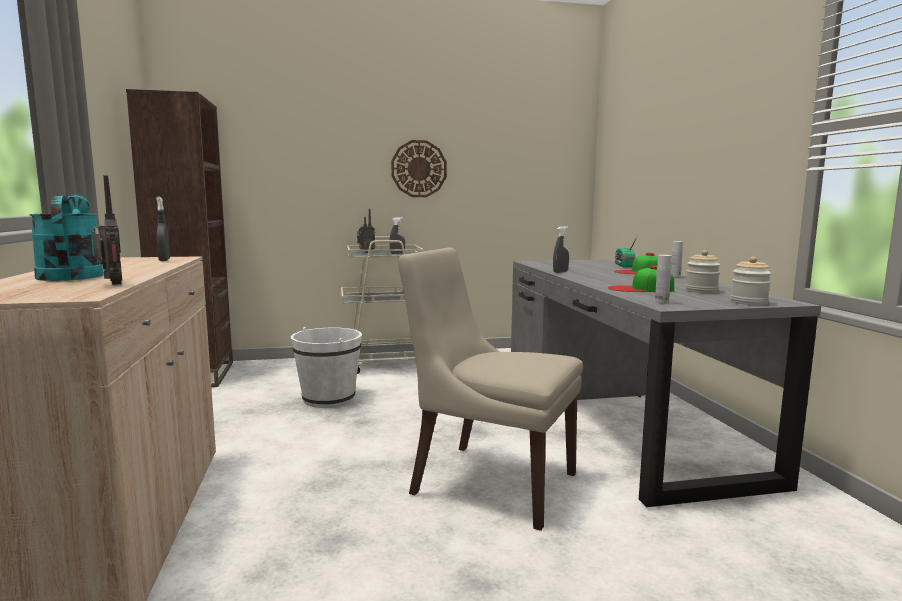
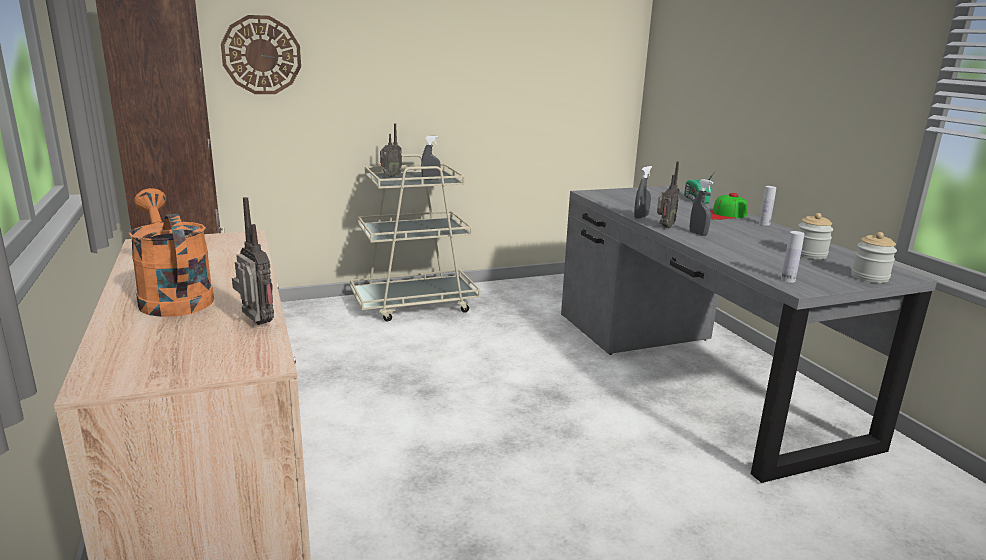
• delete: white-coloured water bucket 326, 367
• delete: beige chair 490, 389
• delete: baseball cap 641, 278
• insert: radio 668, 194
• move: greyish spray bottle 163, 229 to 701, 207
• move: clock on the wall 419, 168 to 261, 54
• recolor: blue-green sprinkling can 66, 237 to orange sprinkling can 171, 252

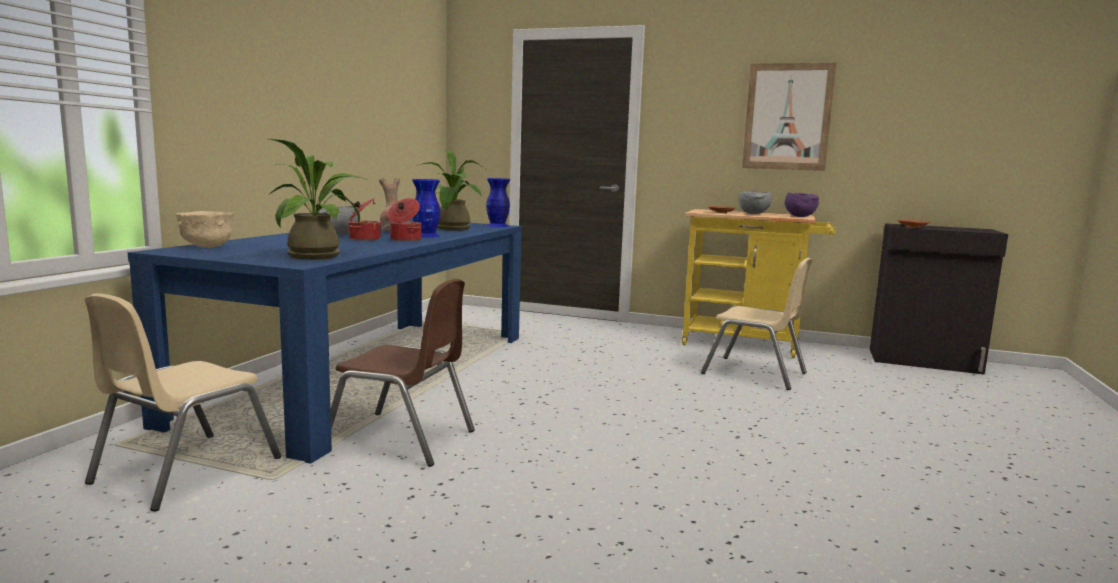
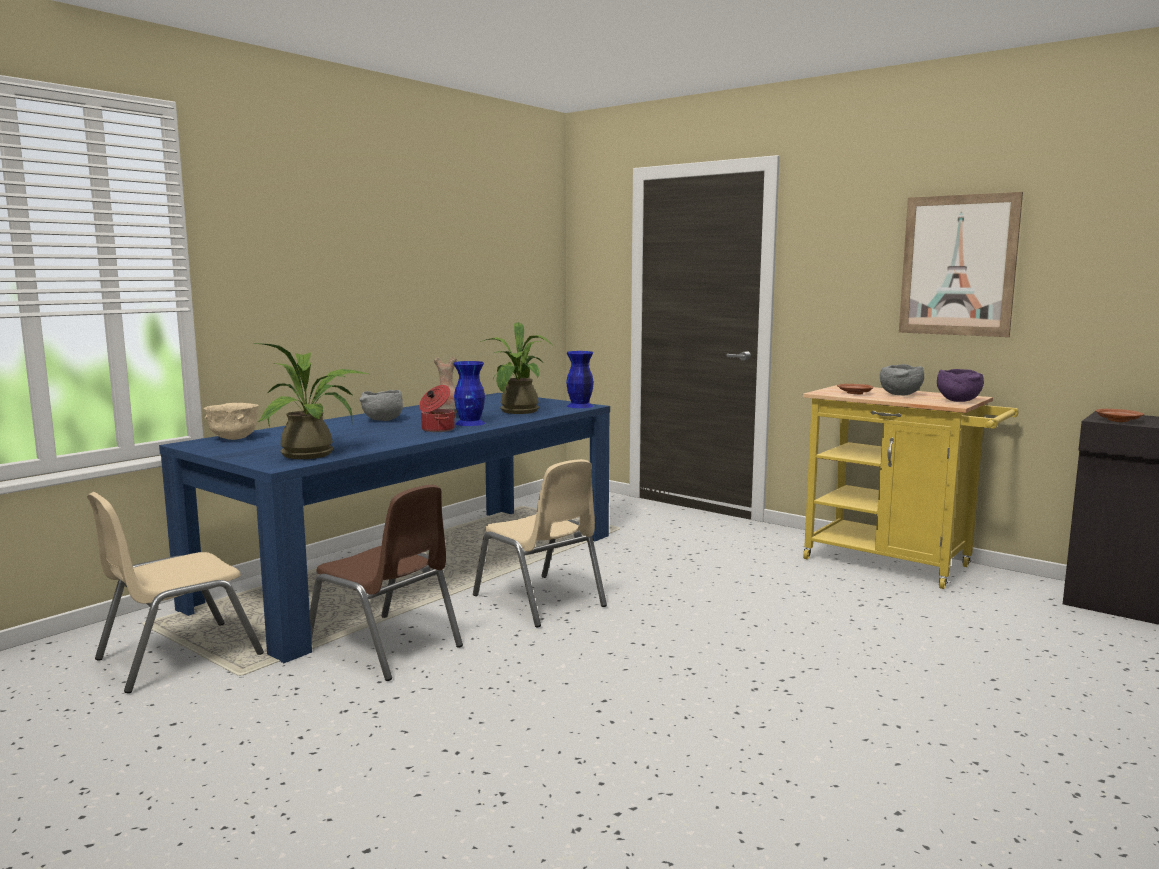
• delete: stockpot 365, 219
• move: beige chair 757, 324 to 540, 543

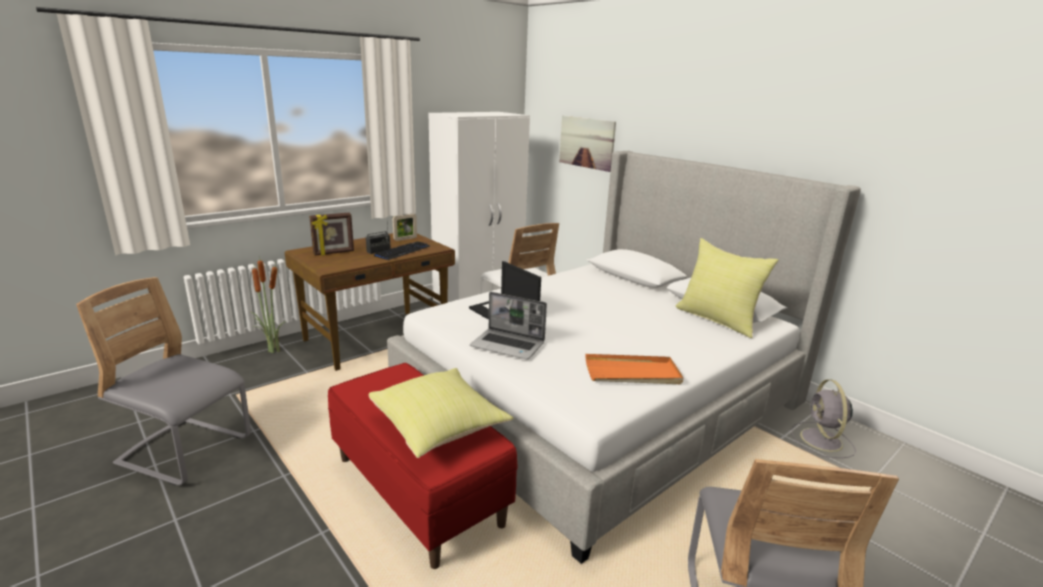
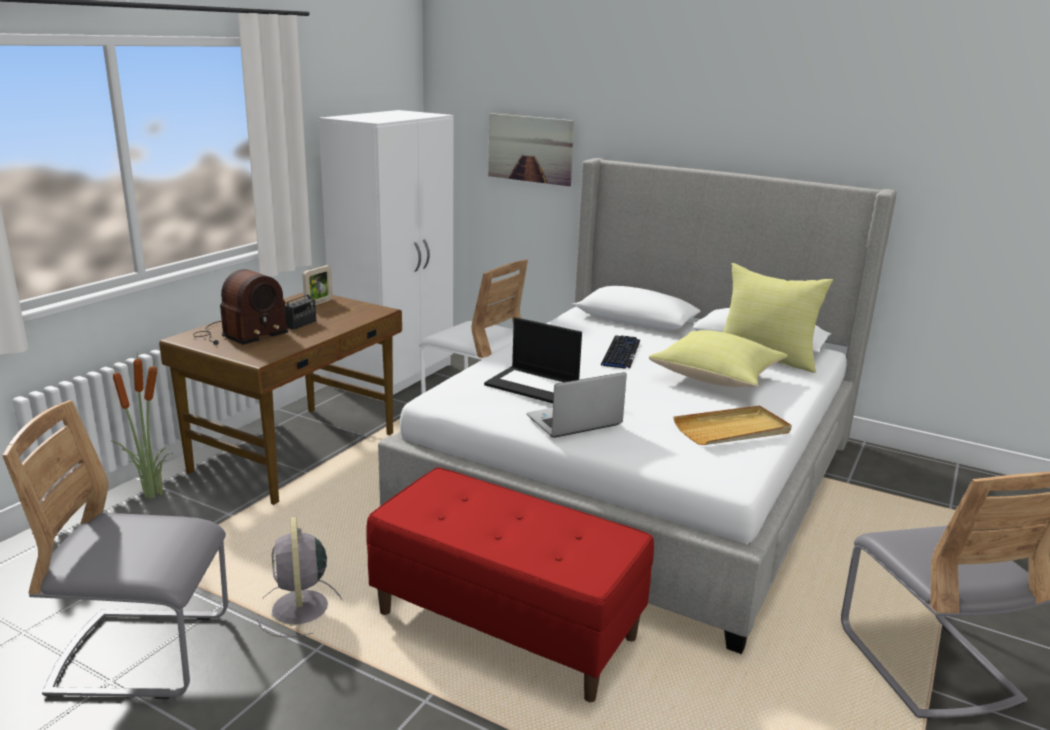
• move: yellow-coloured throw pillow 441, 413 to 718, 358
• move: keyboard 402, 251 to 620, 352
• move: greyish electric fan 824, 418 to 299, 577
• replace: standing frame 331, 233 to radio 240, 307
• recolor: orange carrying tray 634, 369 to beige carrying tray 733, 425
• rotate: laptop 508, 326 = 577, 405 150 degrees clockwise

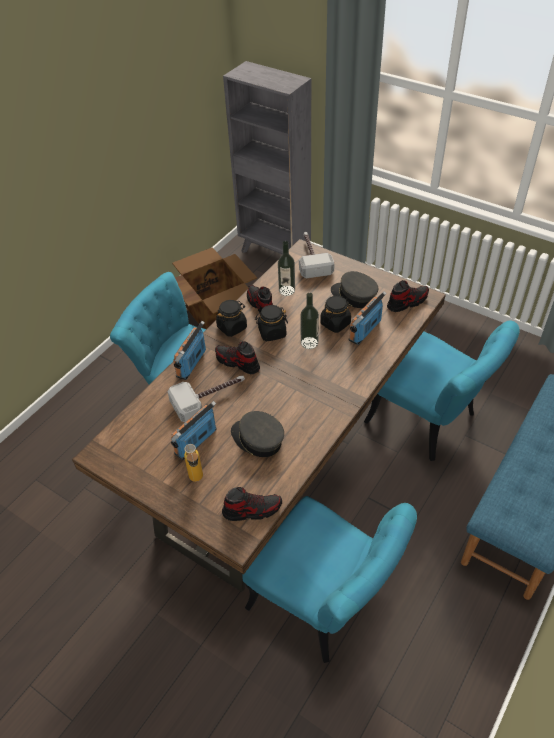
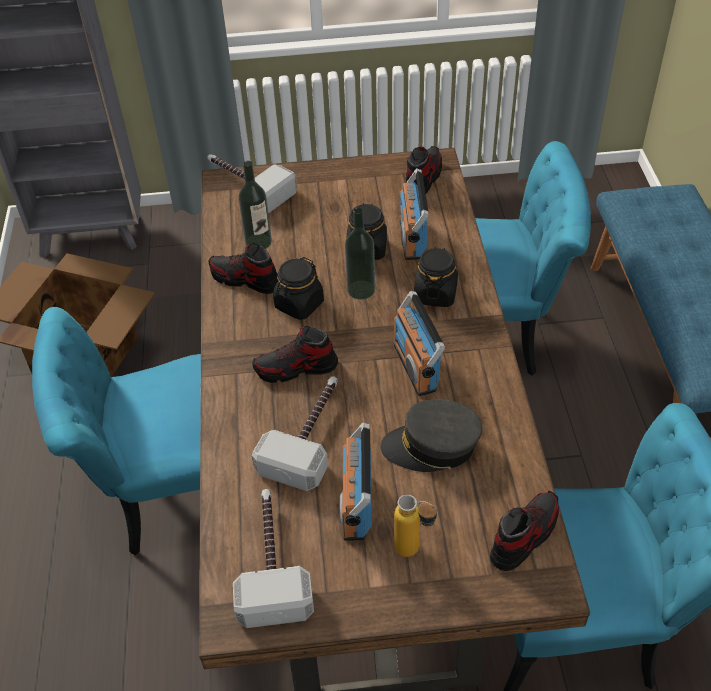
• delete: greyish baseball cap 354, 289
• insert: tool hammer 273, 558
• move: radio 189, 350 to 419, 343
• move: black-coloured preserve jar 231, 318 to 436, 277

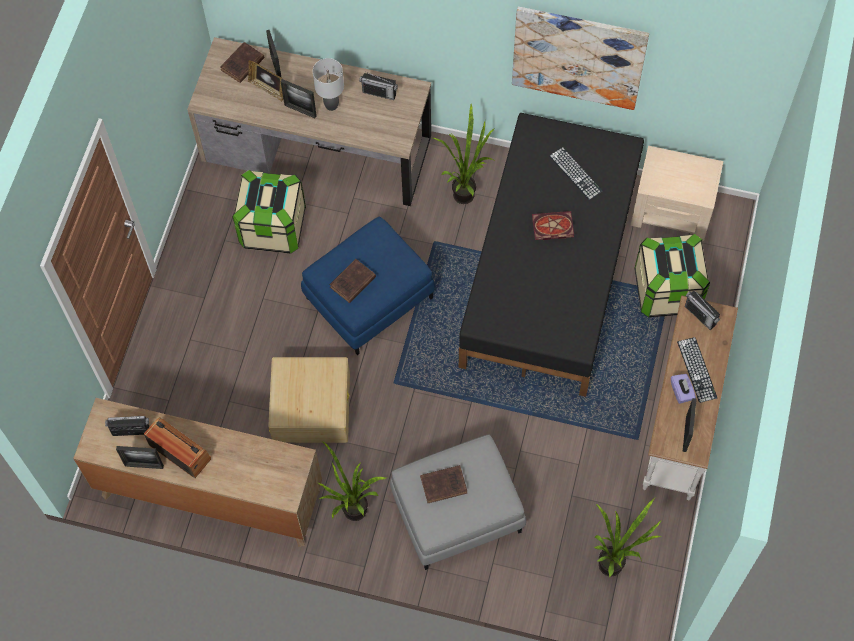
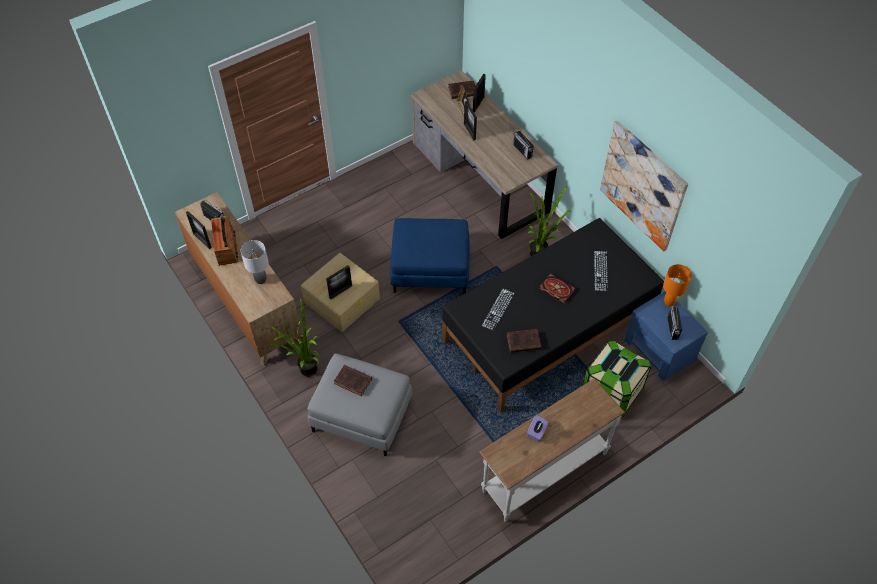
• delete: storage box 269, 212
• delete: plant in a pot 628, 538
• insert: orange lamp for a table 677, 285
• move: greyish lamp for a table 328, 84 to 255, 262
• move: brown volume 353, 281 to 524, 341
• move: keyboard 697, 370 to 498, 309
• move: standing frame 689, 425 to 339, 282
• move: radio 702, 310 to 674, 323
• recolor: beige nightstand 677, 193 to bluish nightstand 666, 336

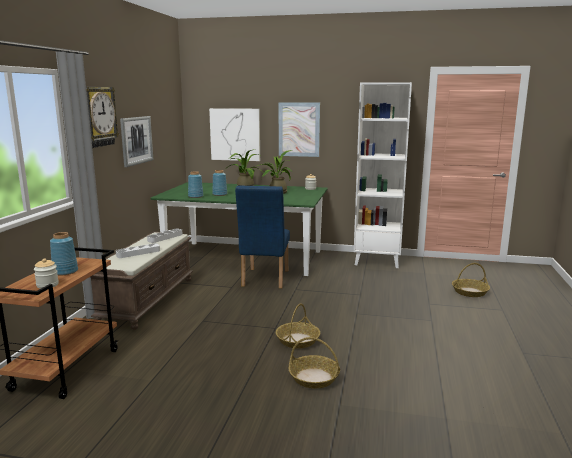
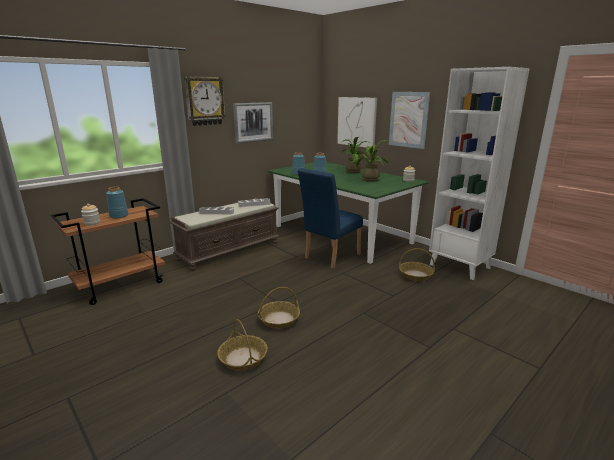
• move: storage basket 471, 280 to 417, 264

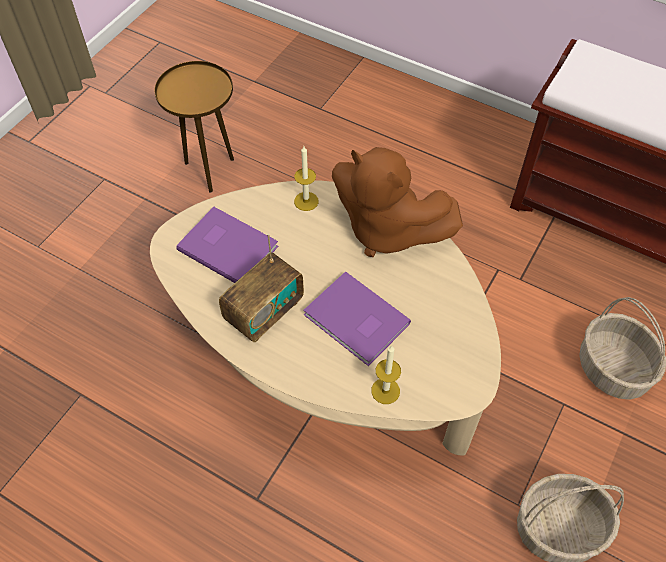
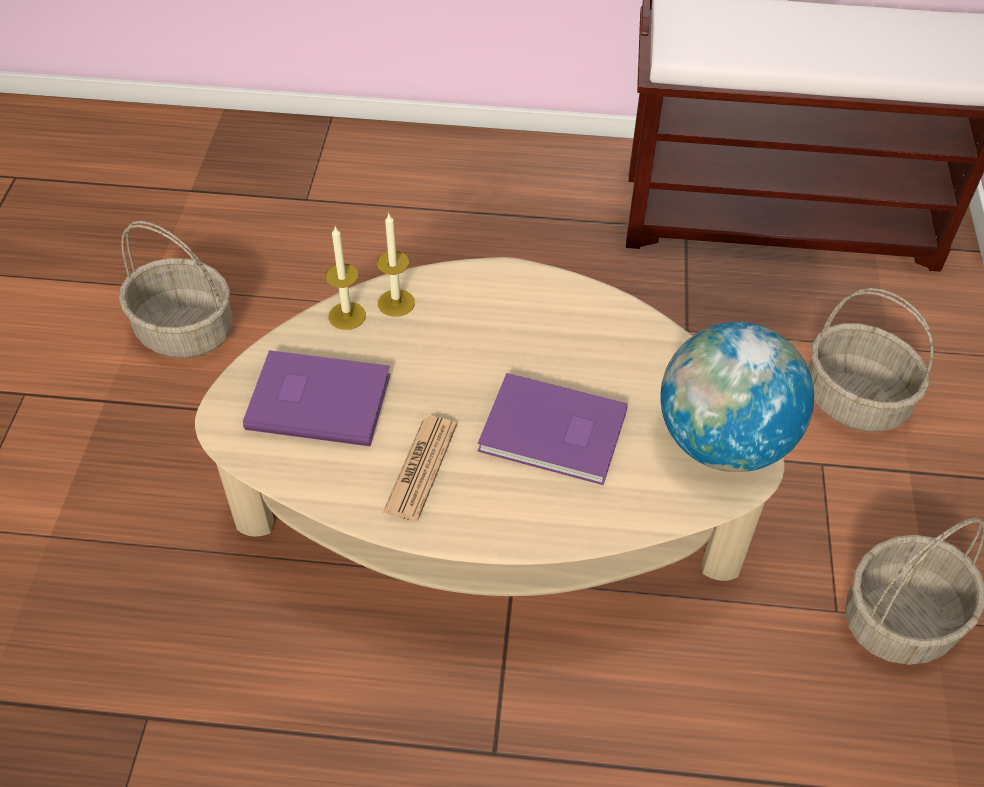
• delete: brown soft toy 397, 202
• insert: globe 737, 397
• move: candle 386, 374 to 345, 278
• replace: brown accent table 194, 127 to storage basket 176, 289
• replace: radio 261, 288 to newspaper 420, 468

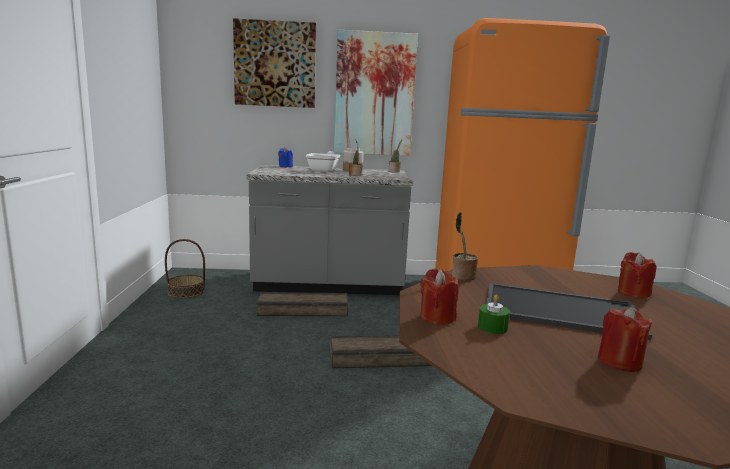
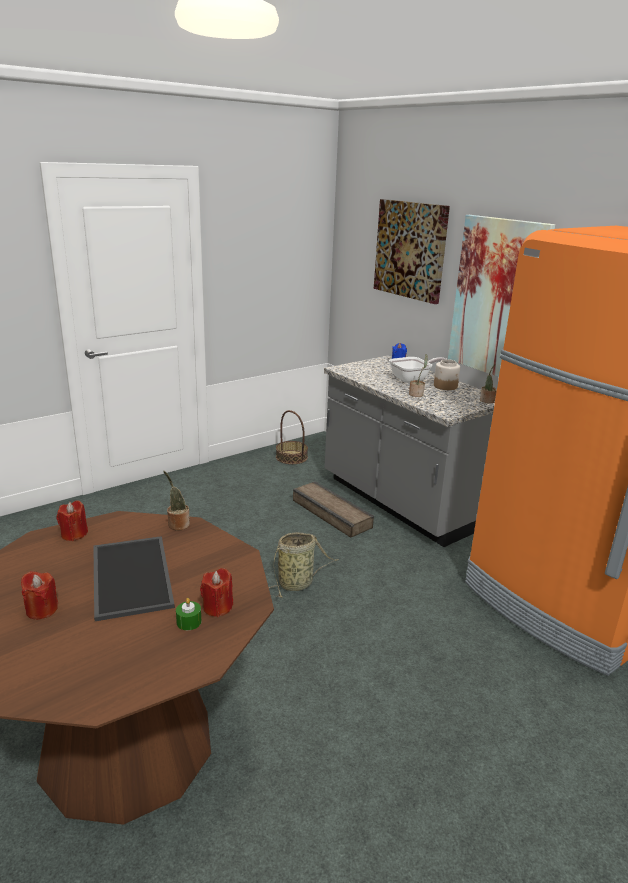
• move: green-coloured candle 494, 314 to 189, 614
• replace: packing crate 381, 351 to storage basket 303, 564

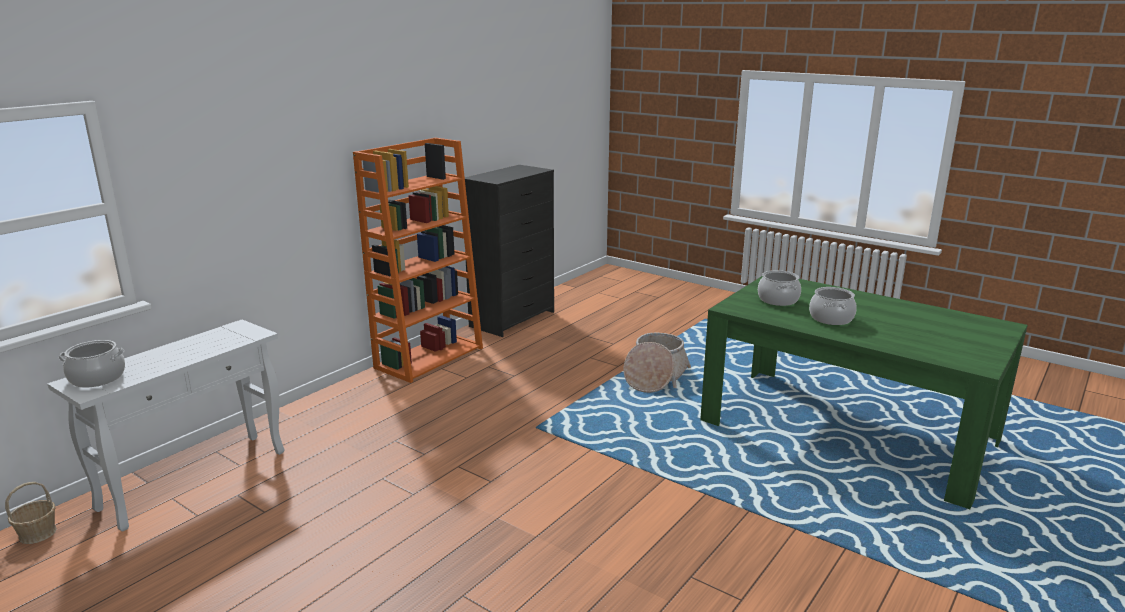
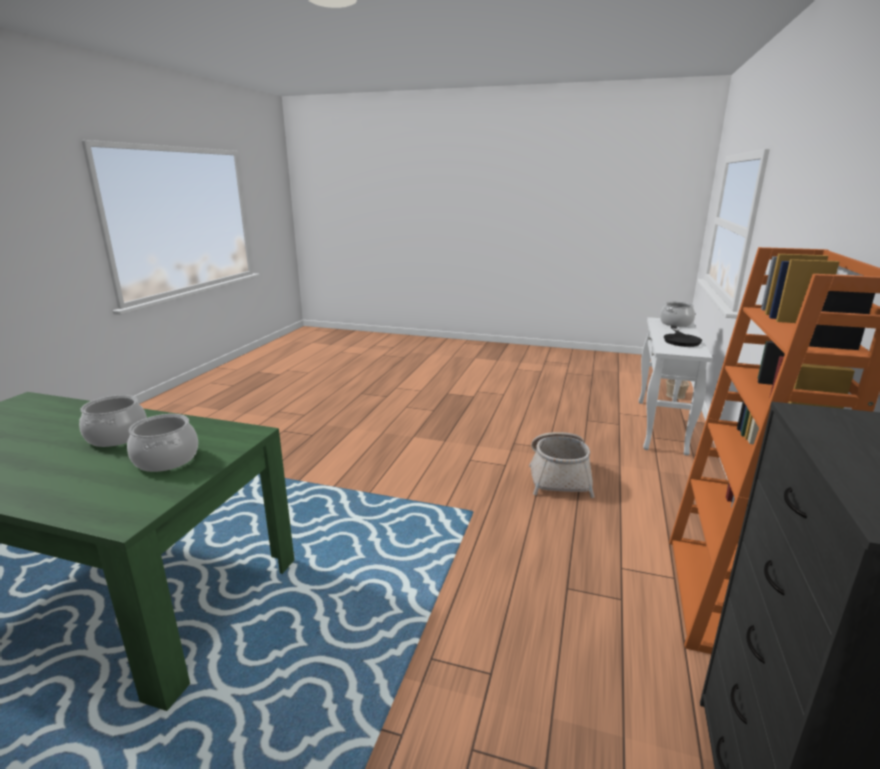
• insert: black-coloured pan 683, 336
• move: storage basket 657, 363 to 561, 465

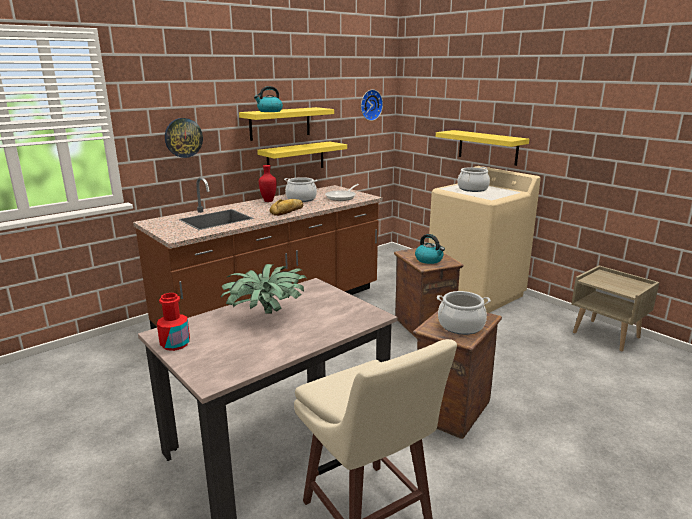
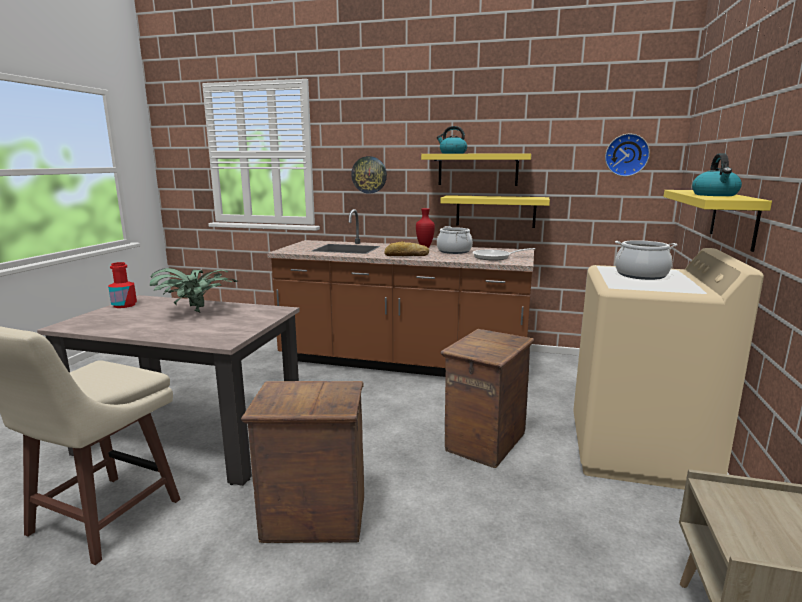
• delete: stockpot 464, 313
• move: kettle 430, 249 to 717, 174

